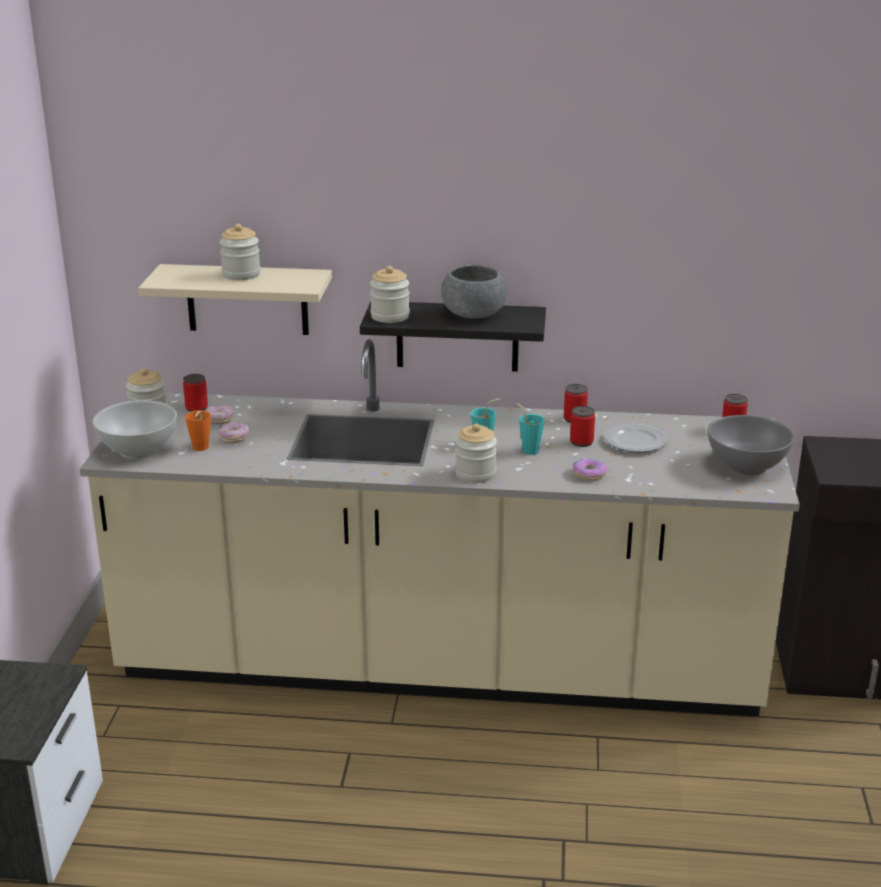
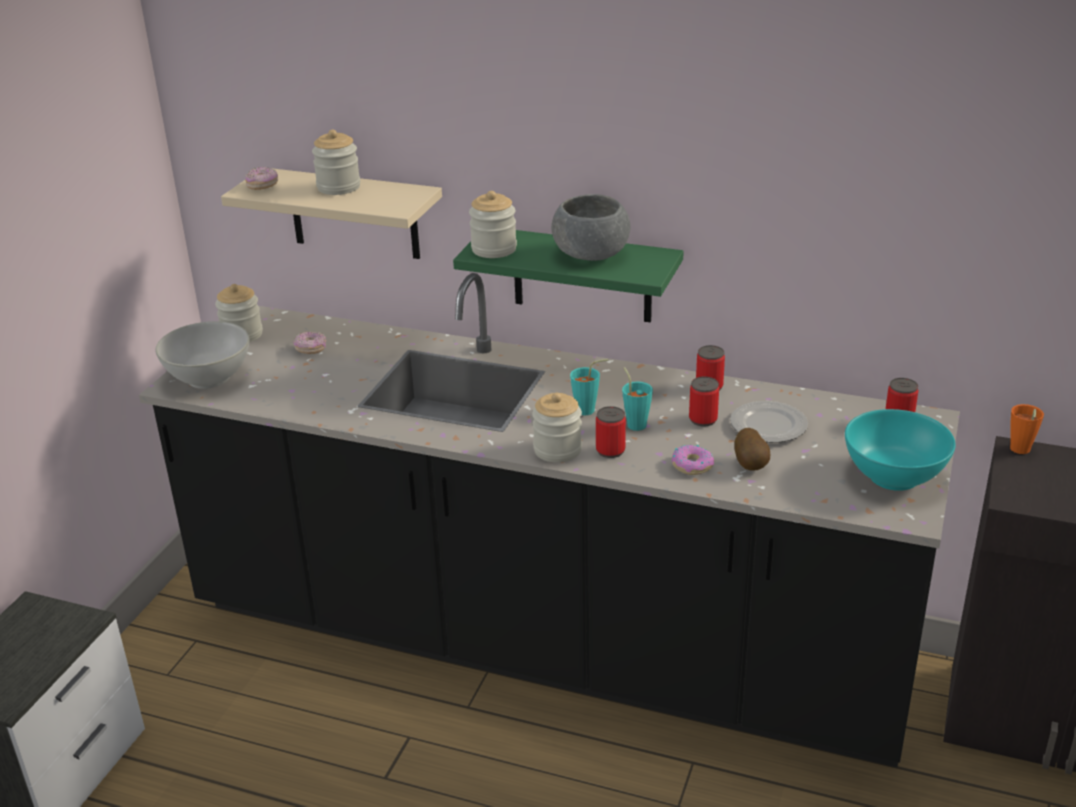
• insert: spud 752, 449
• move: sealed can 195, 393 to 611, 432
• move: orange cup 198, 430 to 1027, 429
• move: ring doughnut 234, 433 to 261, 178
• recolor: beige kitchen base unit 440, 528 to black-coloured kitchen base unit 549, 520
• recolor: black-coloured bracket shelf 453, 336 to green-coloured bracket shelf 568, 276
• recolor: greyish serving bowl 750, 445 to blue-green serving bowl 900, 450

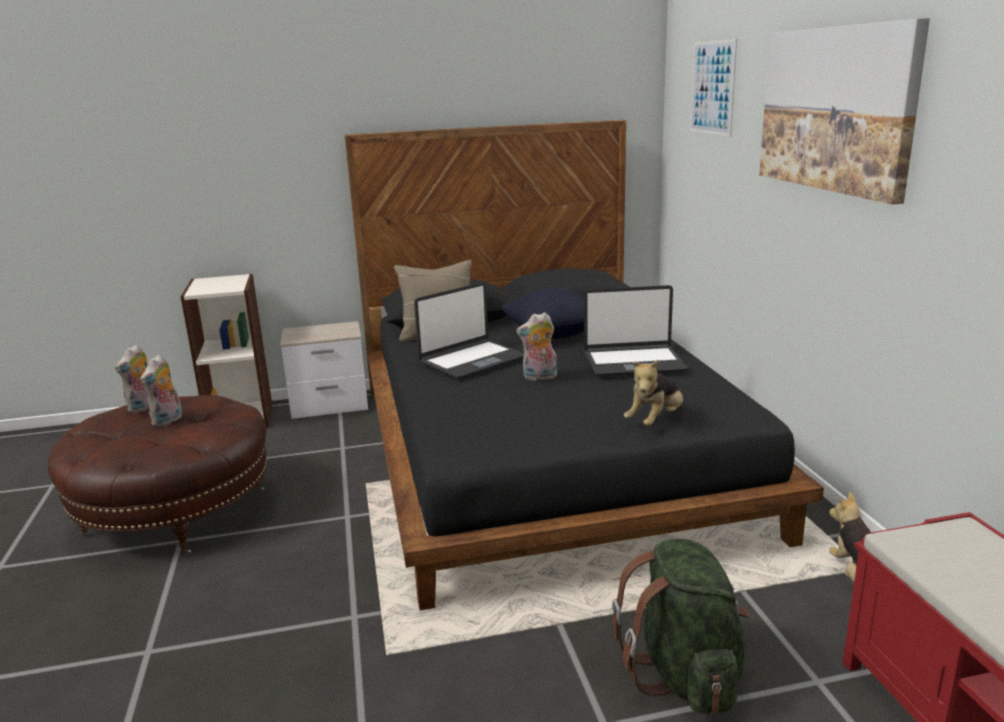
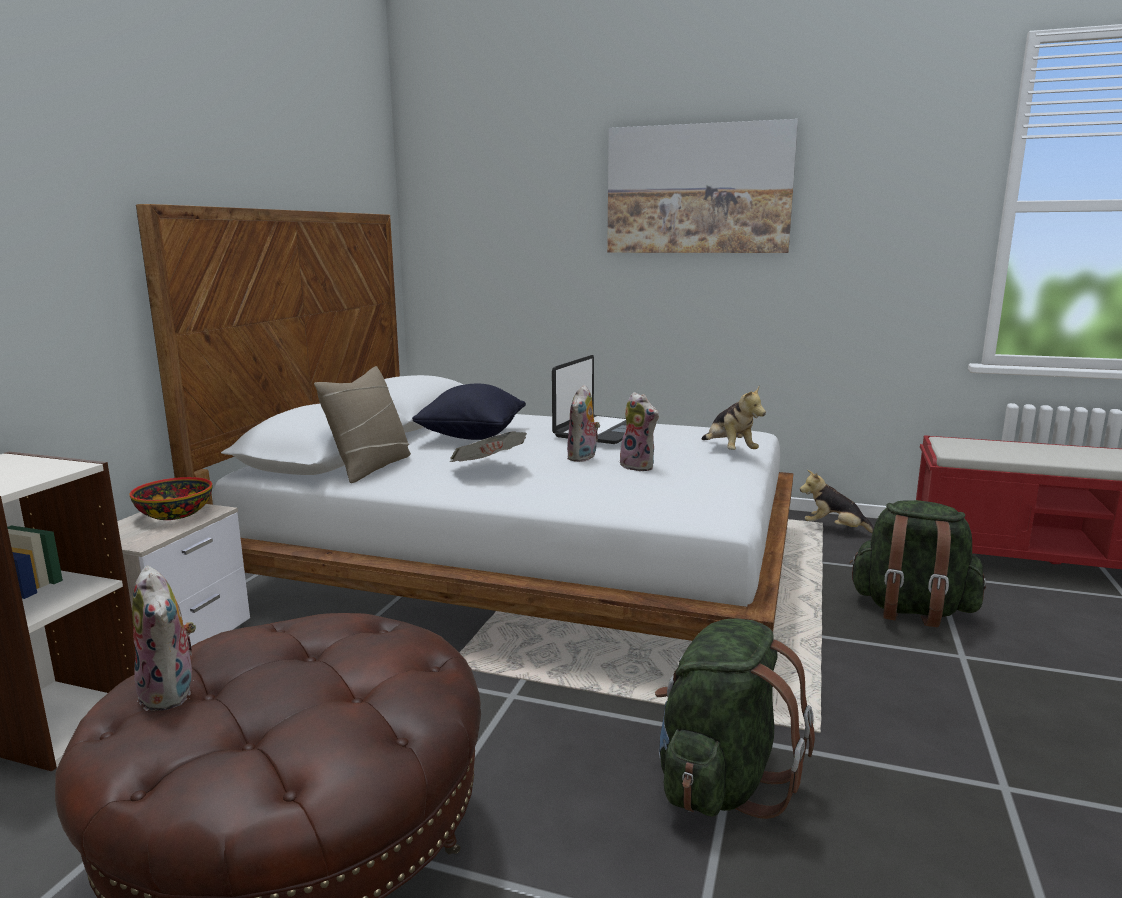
• delete: wall art 713, 87
• insert: serving bowl 171, 498
• insert: green-coloured knapsack 735, 718
• move: soft toy 161, 390 to 639, 431
• replace: laptop 469, 330 to newspaper 488, 446
• recolor: black-coloured sleeping bed 584, 365 to white-coloured sleeping bed 465, 422

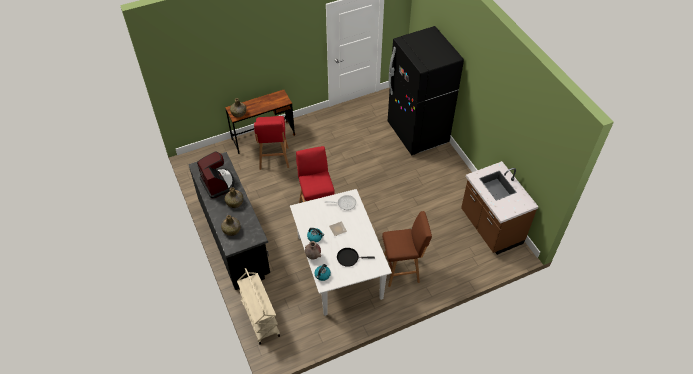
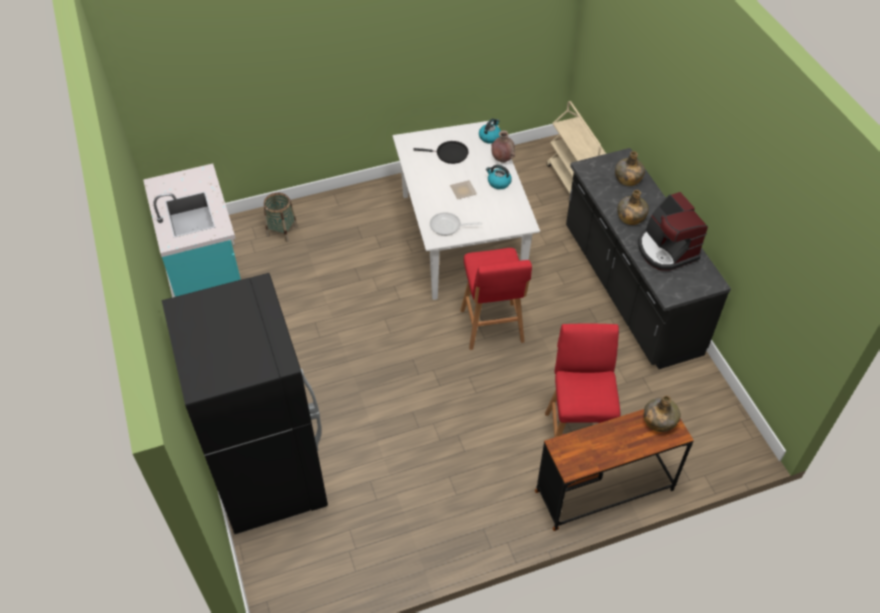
• delete: brown stool seat 407, 249
• insert: storage basket 281, 217
• recolor: brown kitchen base unit 500, 208 to blue-green kitchen base unit 192, 230

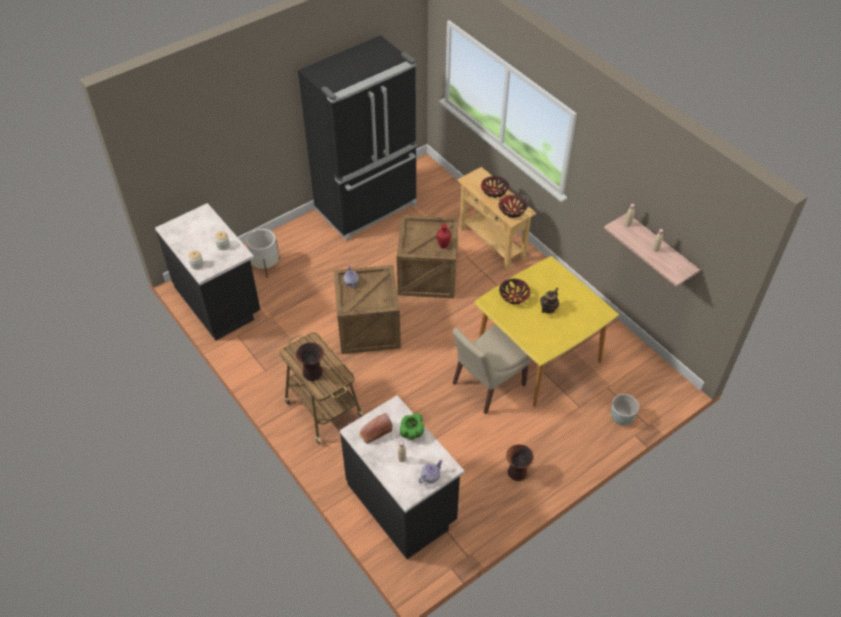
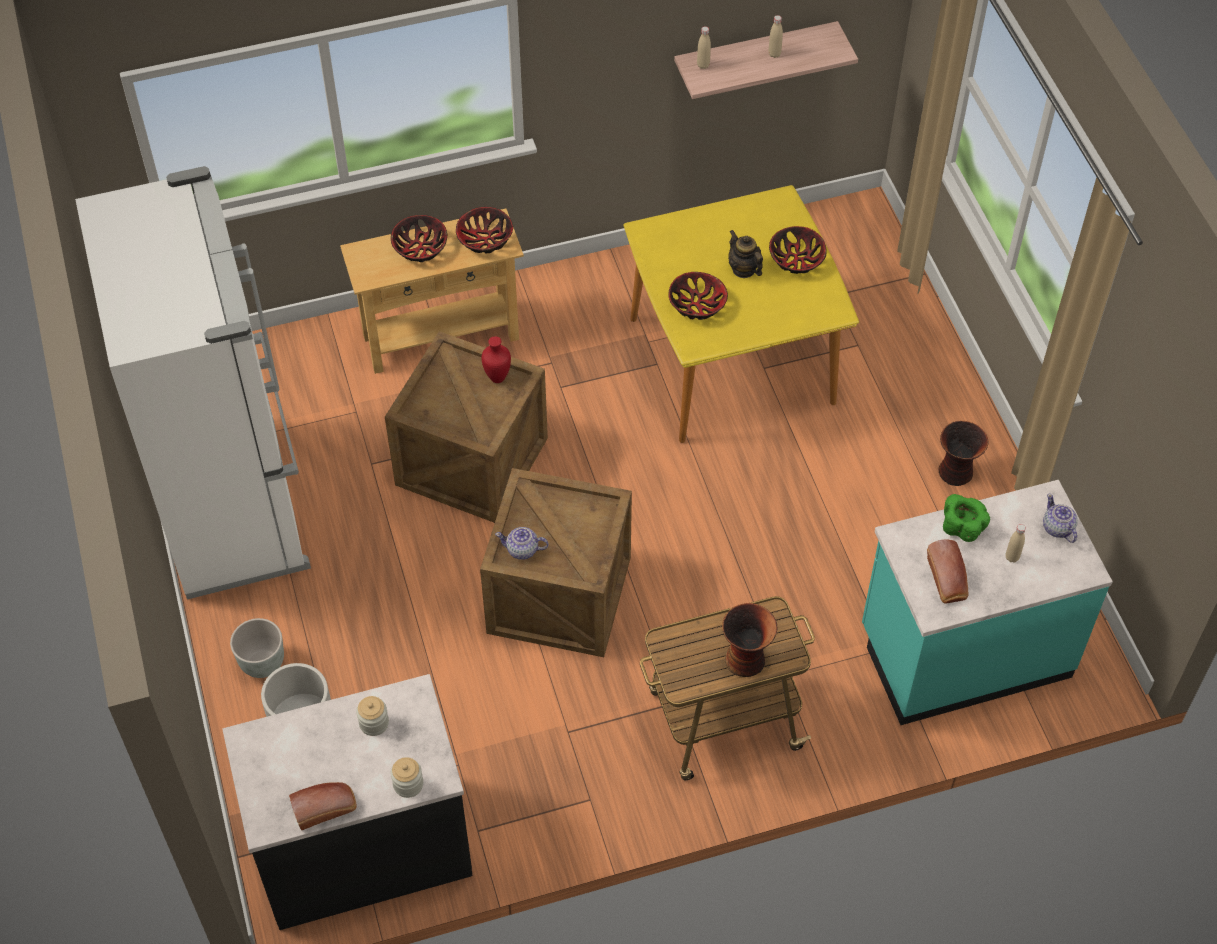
• delete: beige chair 492, 369
• insert: bakery bread 323, 806
• insert: serving bowl 798, 250
• move: greyish plant pot 625, 409 to 257, 648
• recolor: black-coloured refrigerator 357, 138 to white-coloured refrigerator 193, 382
• recolor: black-coloured kitchen base unit 402, 477 to blue-green kitchen base unit 987, 602

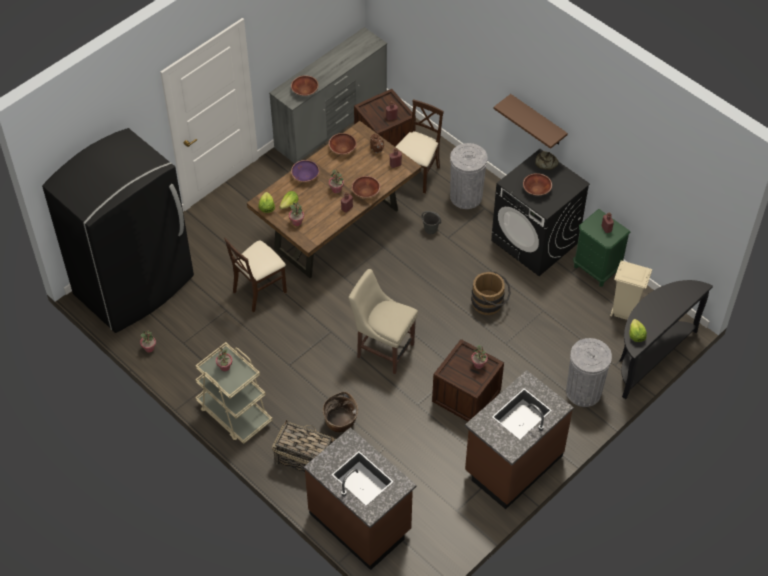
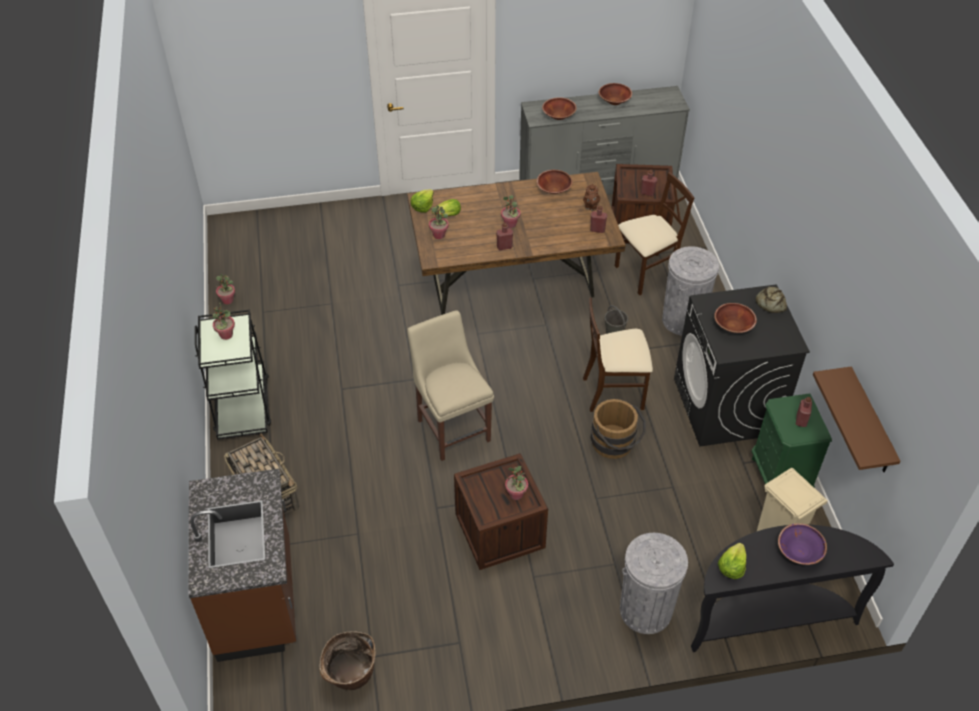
• delete: black-coloured refrigerator 118, 230
• delete: brown kitchen base unit 519, 439
• move: beige chair 255, 274 to 618, 355
• move: purplish serving bowl 305, 171 to 802, 544
• move: storage basket 340, 412 to 347, 661
• move: brown serving bowl 366, 187 to 615, 94
• move: brown bracket shelf 530, 121 to 857, 419
• recolor: beige wheeled cart 233, 393 to black-coloured wheeled cart 233, 375

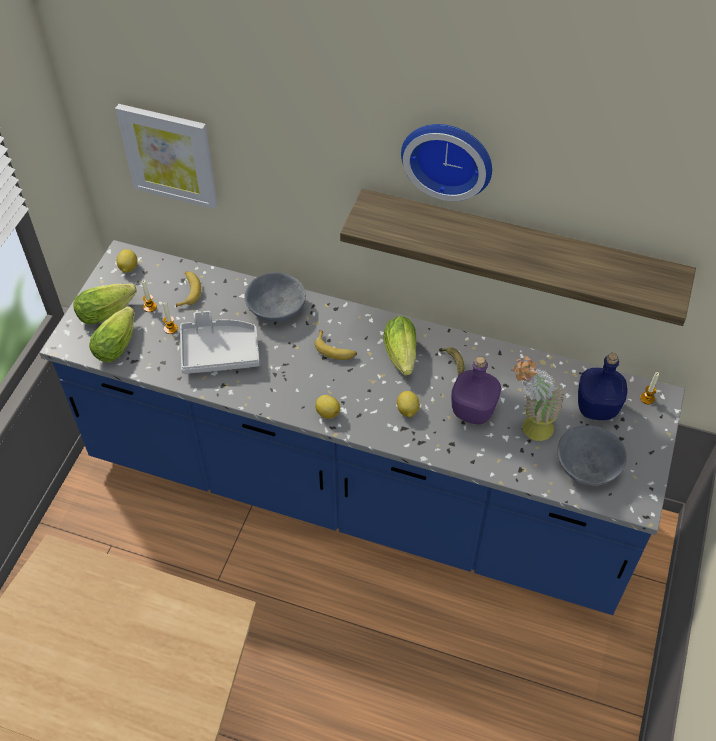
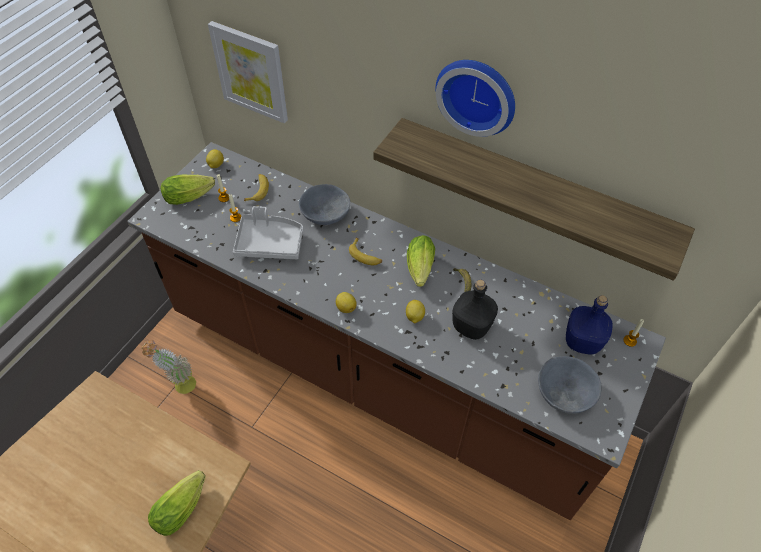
• move: lettuce 112, 334 to 177, 503
• move: plant in a pot 538, 398 to 168, 367
• recolor: bluish kitchen base unit 362, 427 to brown kitchen base unit 396, 331
• recolor: purplish bottle 476, 390 to black-coloured bottle 475, 310

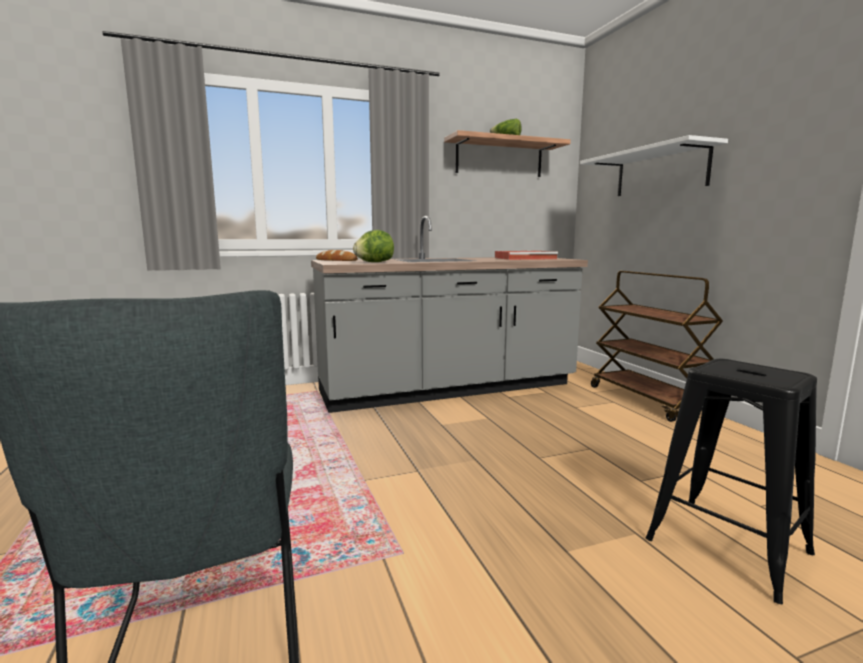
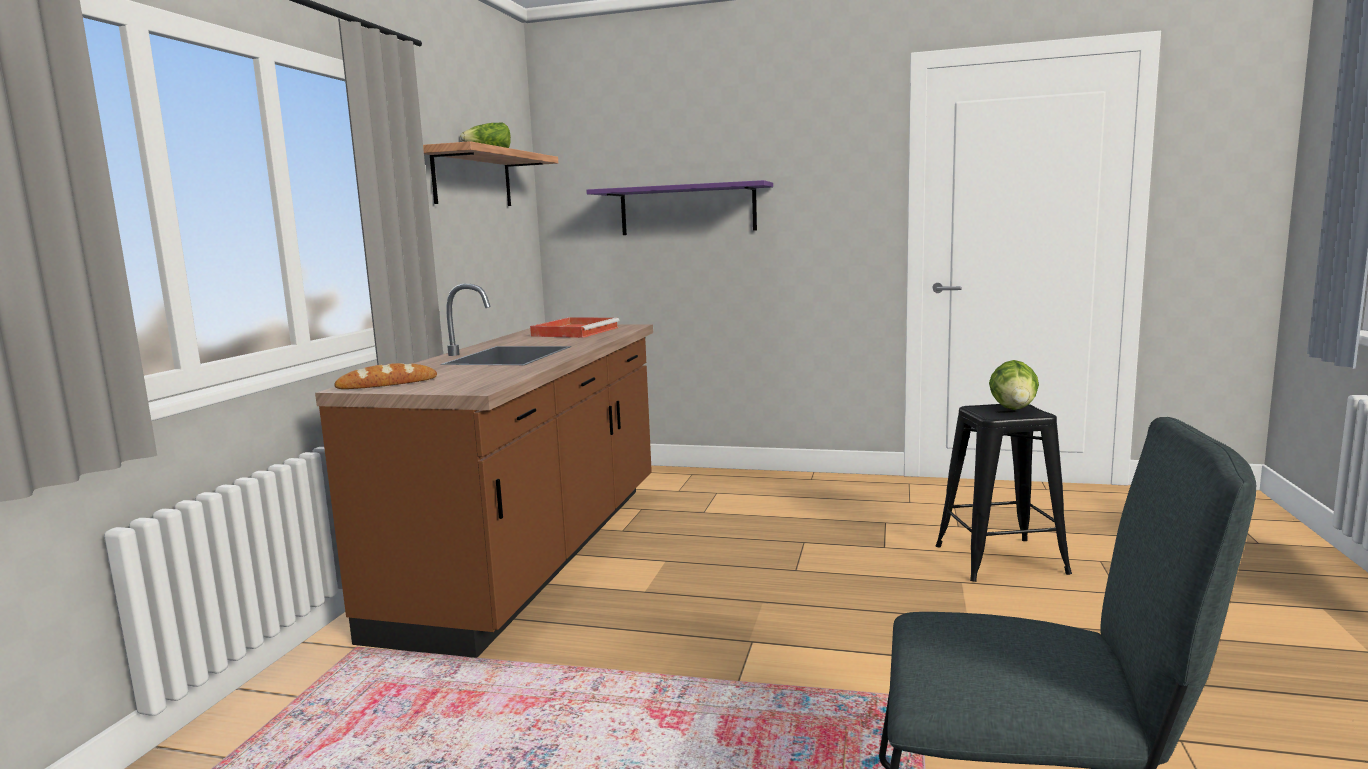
• delete: brown wheeled cart 657, 346
• move: lettuce 373, 246 to 1014, 385
• recolor: greyish kitchen base unit 449, 314 to brown kitchen base unit 484, 471
• recolor: white-coloured bracket shelf 654, 165 to purplish bracket shelf 679, 207

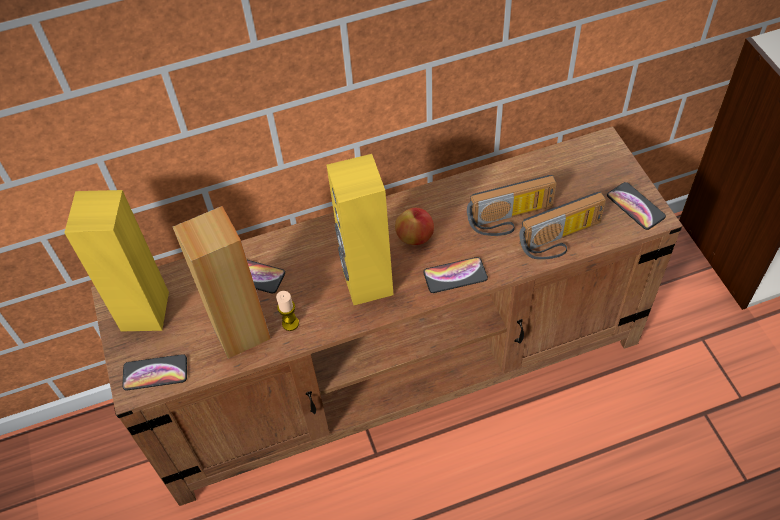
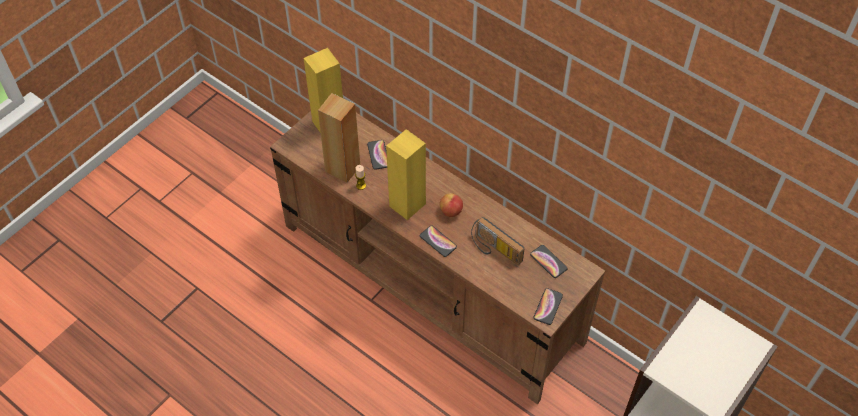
• delete: radio 562, 226
• move: handset 154, 372 to 549, 261

